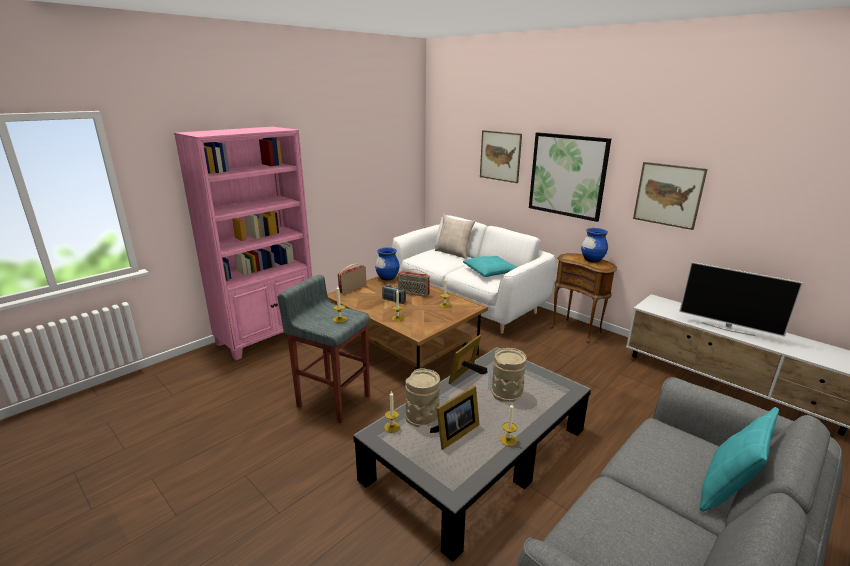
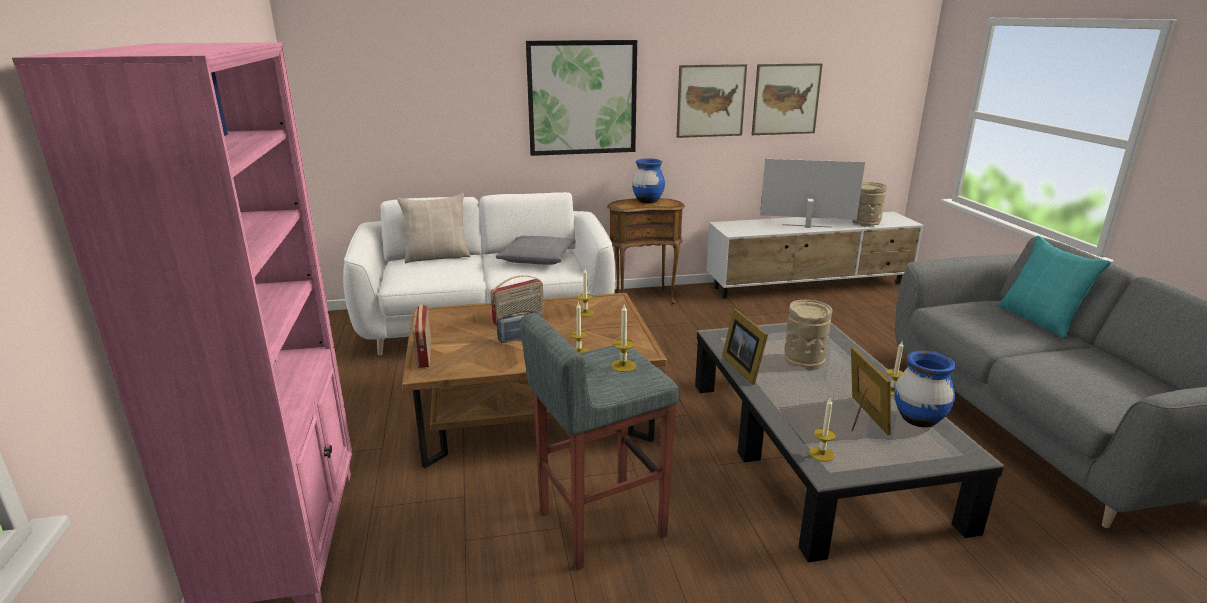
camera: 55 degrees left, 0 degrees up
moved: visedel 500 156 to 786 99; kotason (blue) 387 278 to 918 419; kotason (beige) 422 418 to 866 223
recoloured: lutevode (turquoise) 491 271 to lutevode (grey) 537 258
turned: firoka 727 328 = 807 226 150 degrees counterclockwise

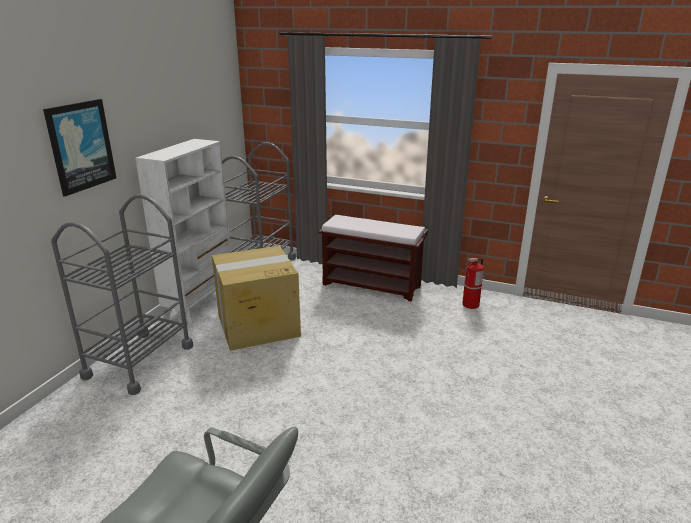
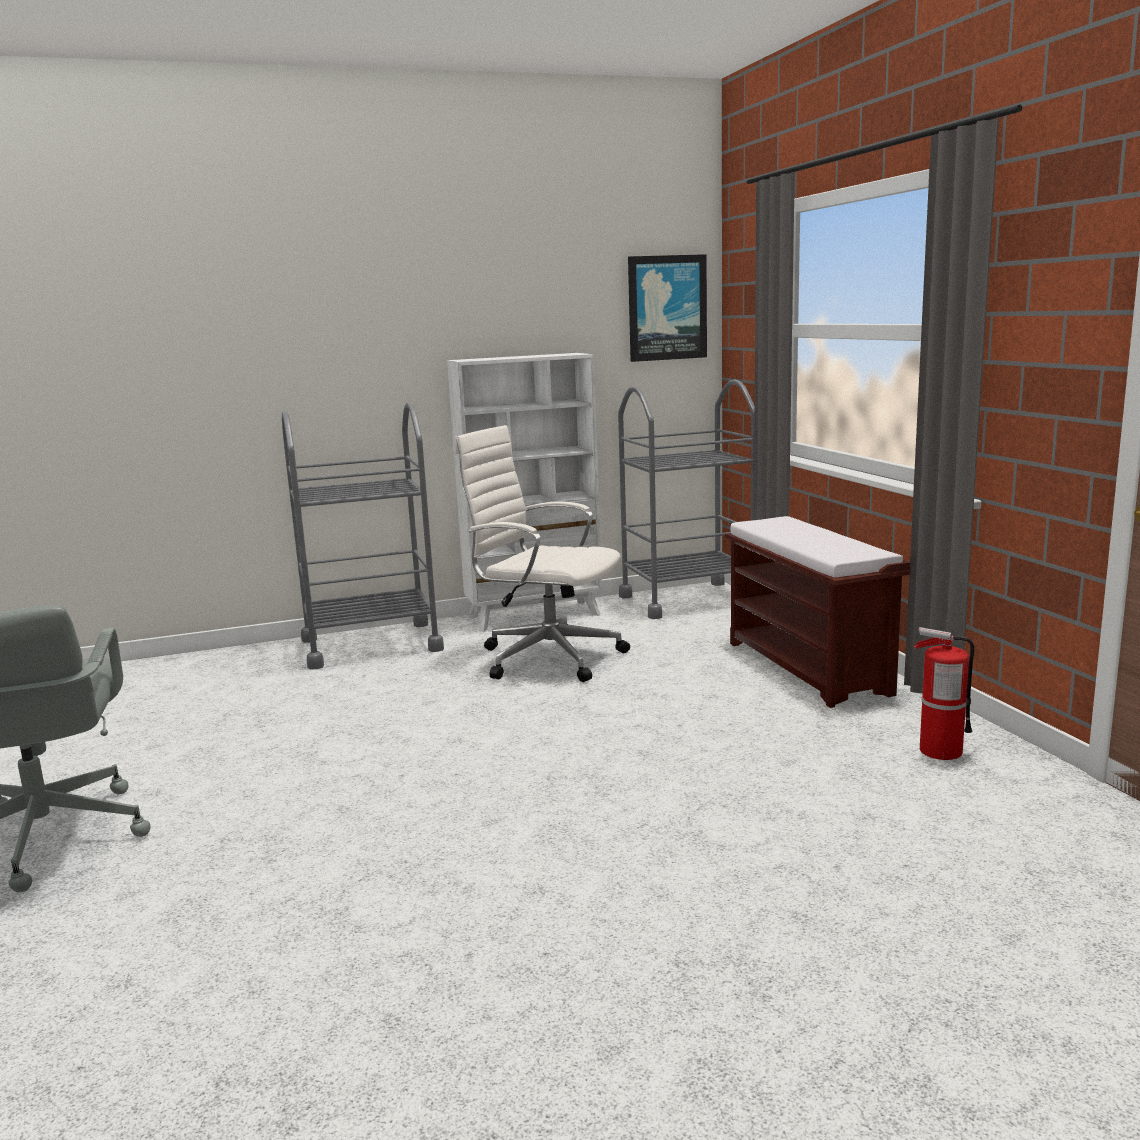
camera: 50 degrees right, 10 degrees down
moved: visedel 81 146 to 667 308
replaced: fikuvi 257 325 to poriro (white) 547 657

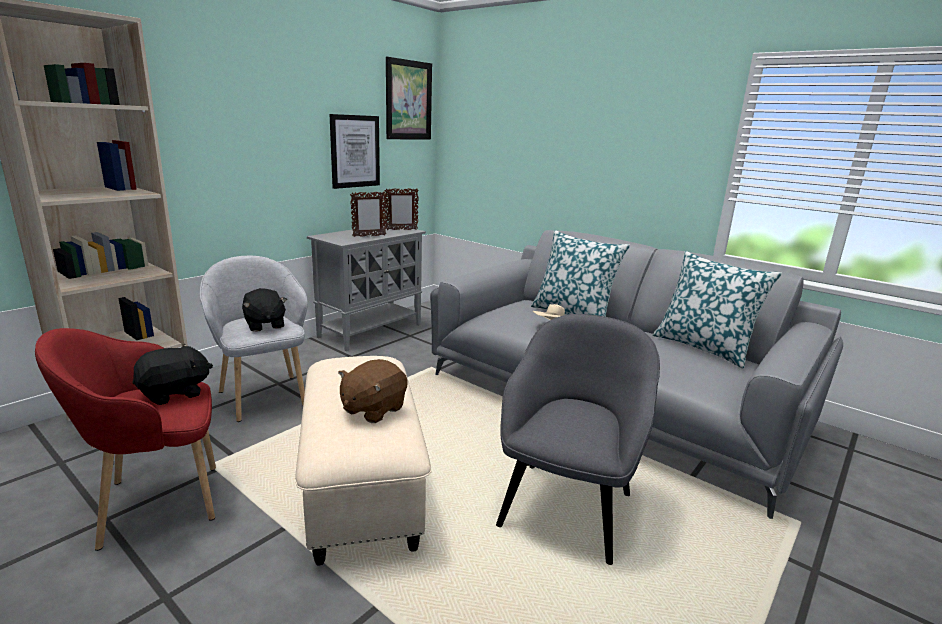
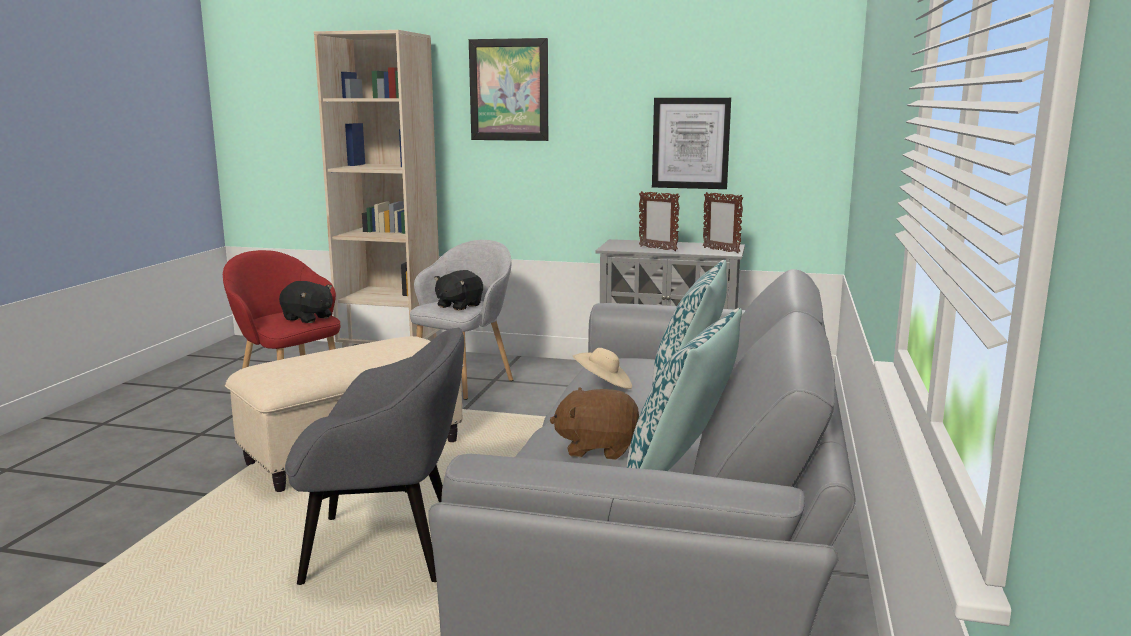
camera: 65 degrees right, 5 degrees down
moved: visedel 408 100 to 509 90; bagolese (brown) 373 409 to 597 448

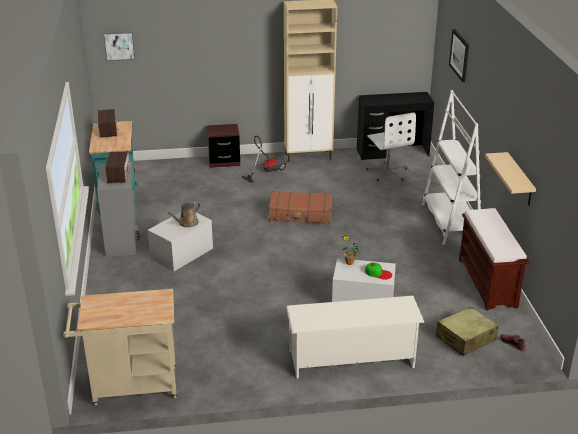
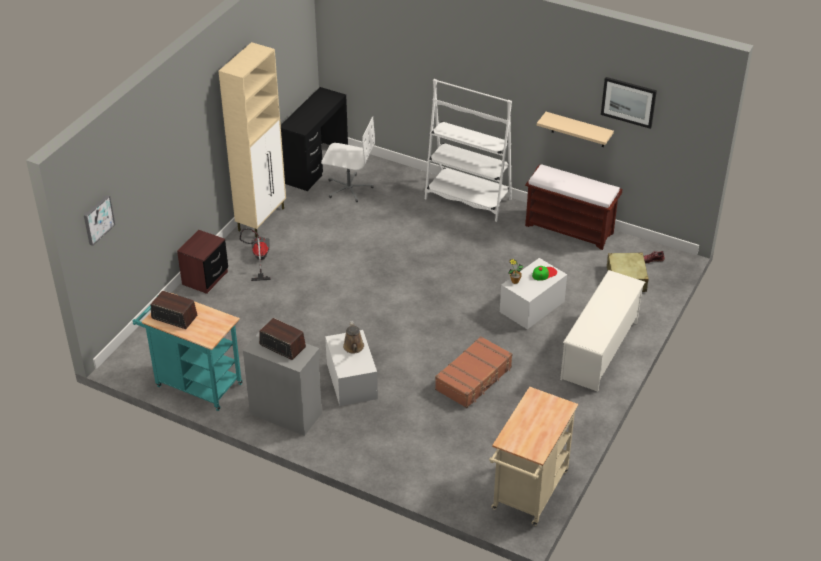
camera: 55 degrees left, 10 degrees up
moved: visedel 459 55 to 628 102; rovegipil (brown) 300 214 to 474 379

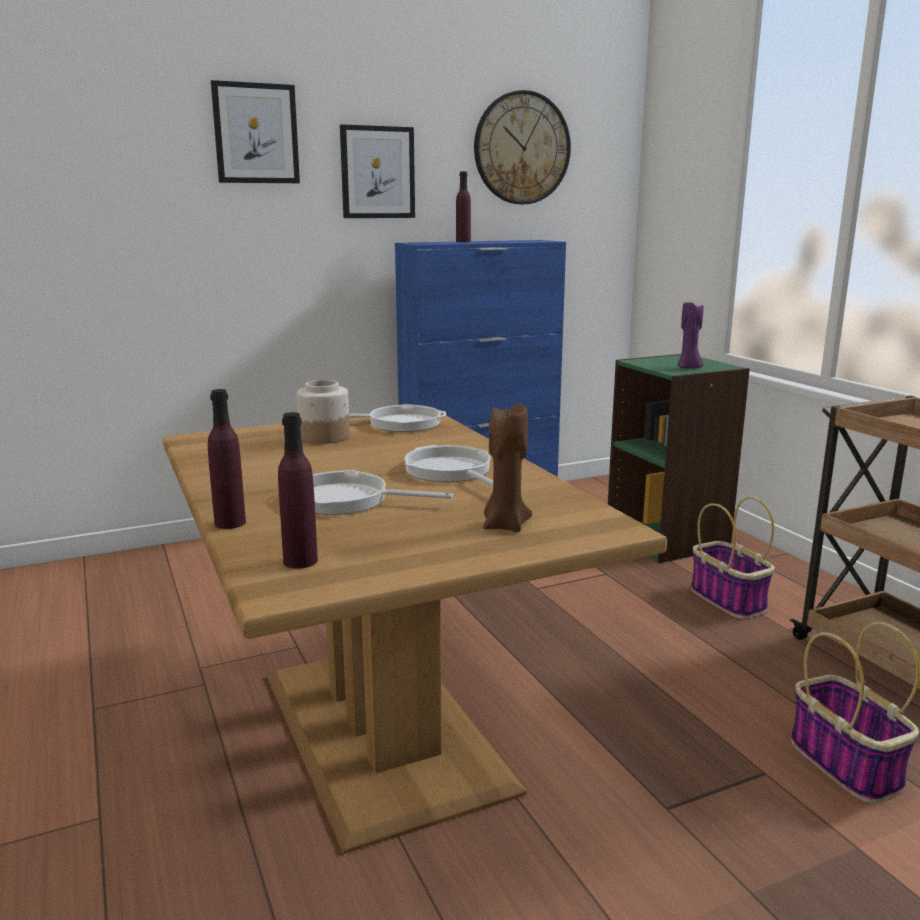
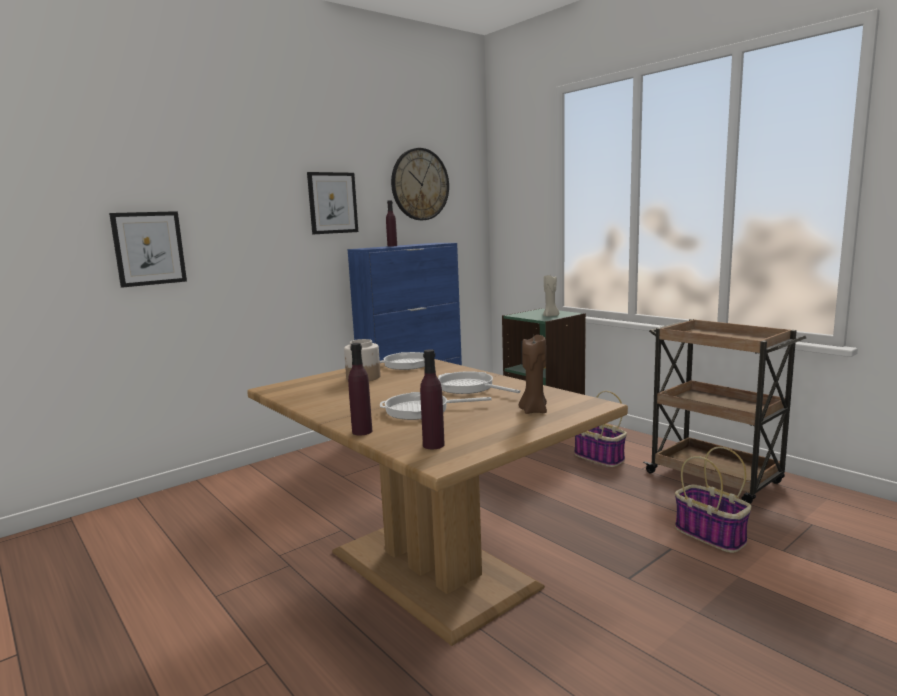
camera: 15 degrees left, 5 degrees down
moved: visedel 256 133 to 149 248
recoloured: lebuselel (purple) 689 368 to lebuselel (beige) 550 316

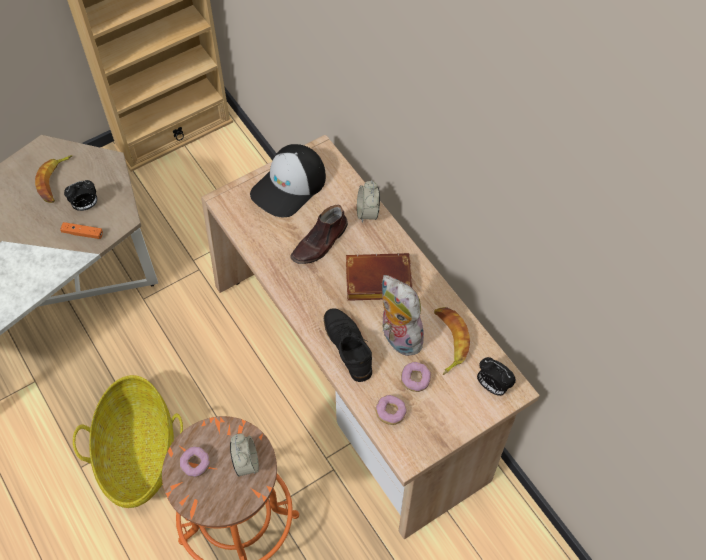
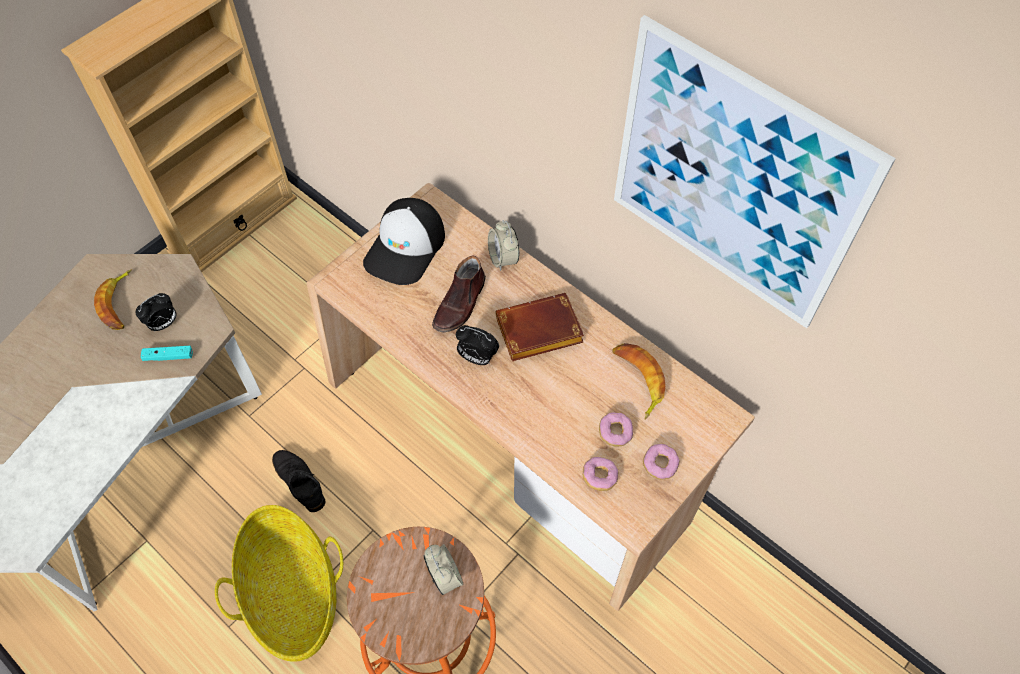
camera: 15 degrees left, 0 degrees up
removed: bagolese 398 336
added: visedel 732 181
moved: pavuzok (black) 348 346 to 299 481; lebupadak 492 386 to 477 357; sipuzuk 195 464 to 660 465
recoloured: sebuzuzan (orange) 82 233 to sebuzuzan (turquoise) 168 356

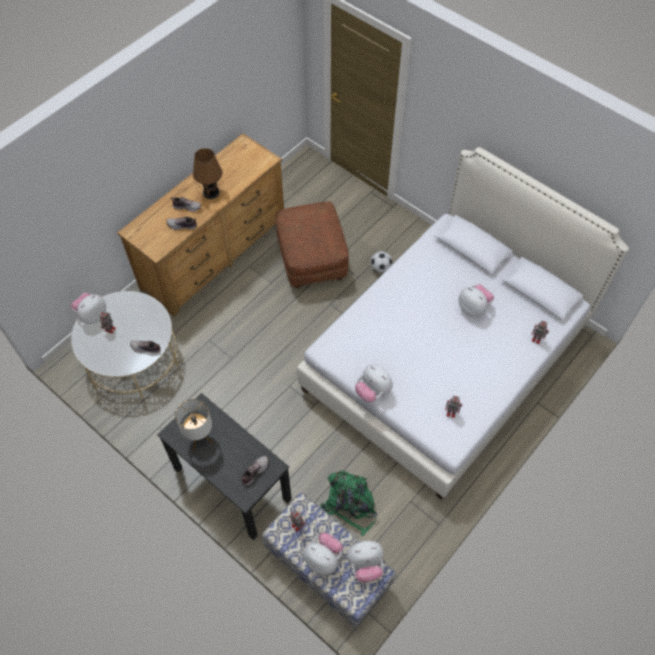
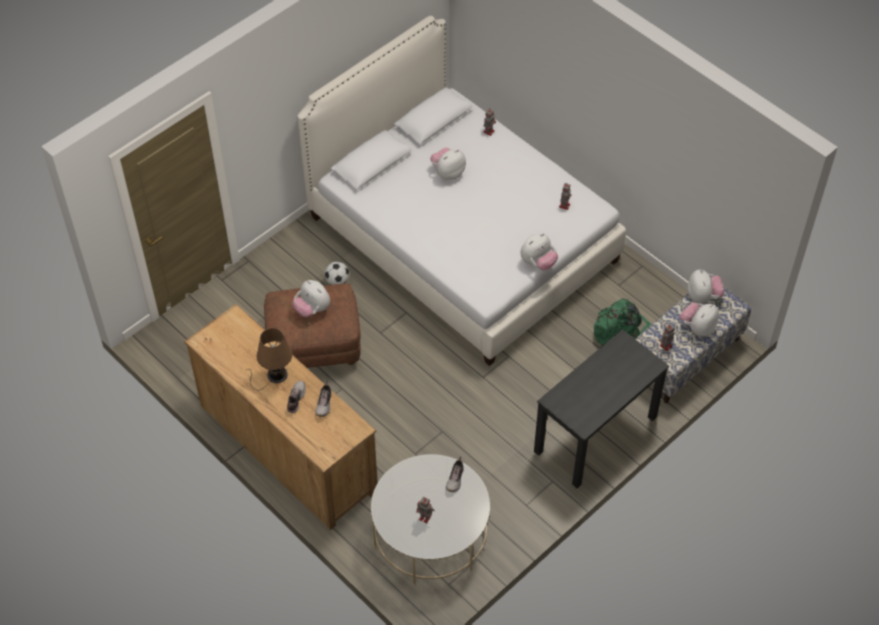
camera: 85 degrees left, 5 degrees down
removed: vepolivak 200 437; pavuzok 254 471
moved: bagolese 92 315 to 312 309

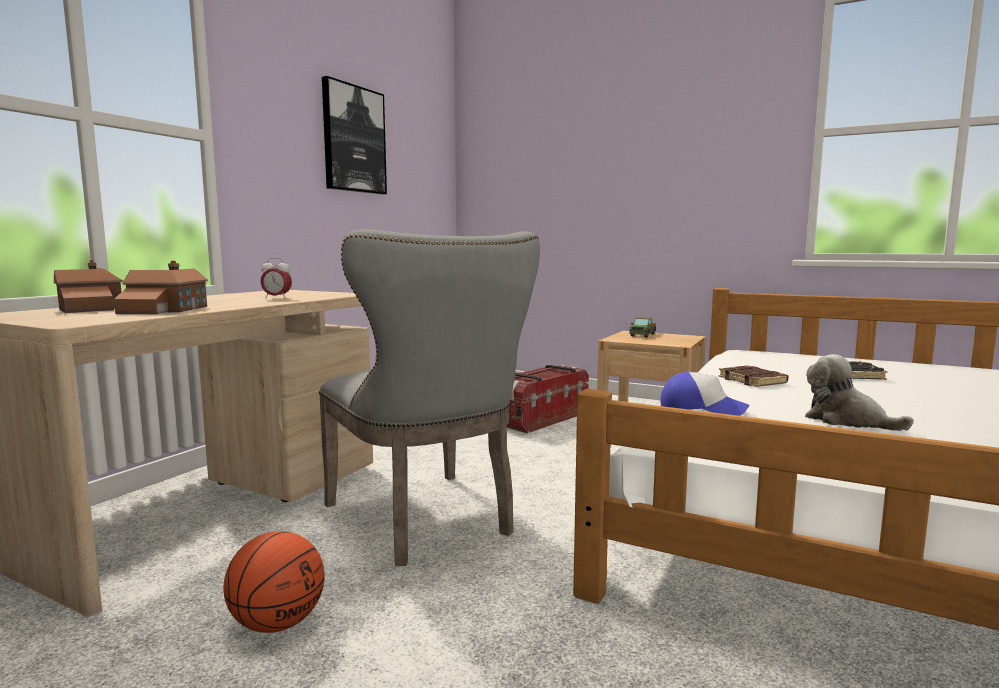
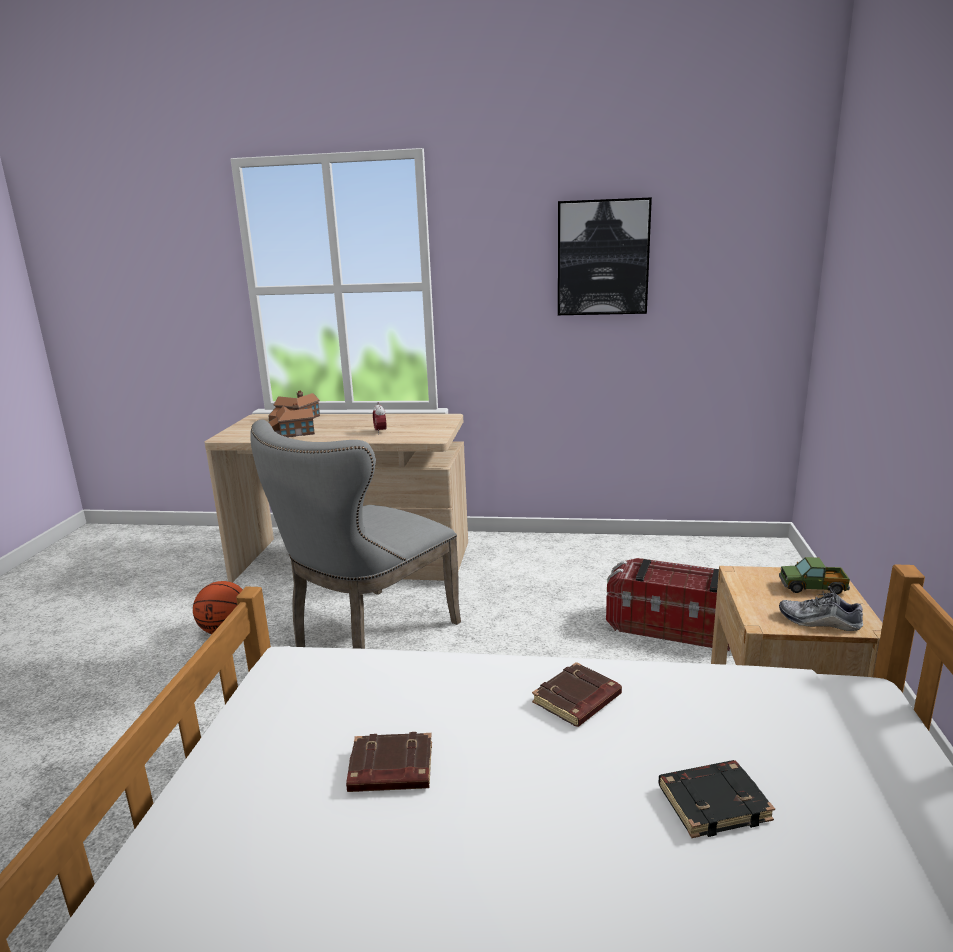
camera: 70 degrees right, 10 degrees up
removed: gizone 702 409
added: pavuzok 819 621
replaced: bagolese 847 421 to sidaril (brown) 390 770

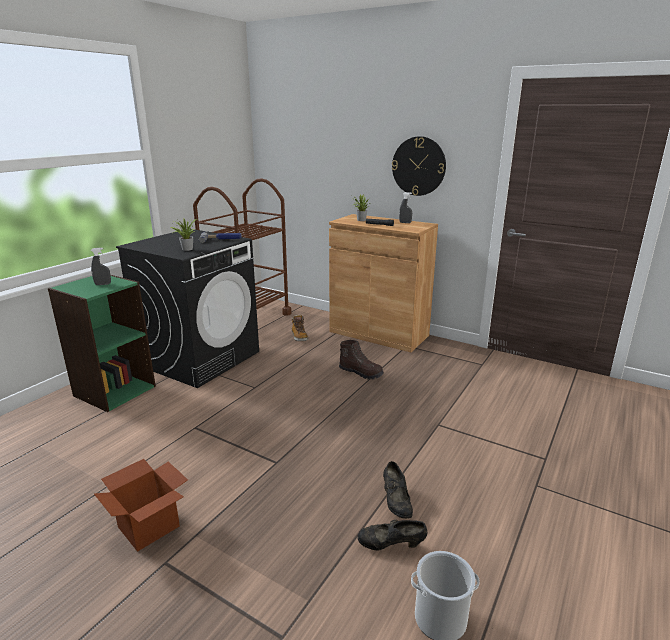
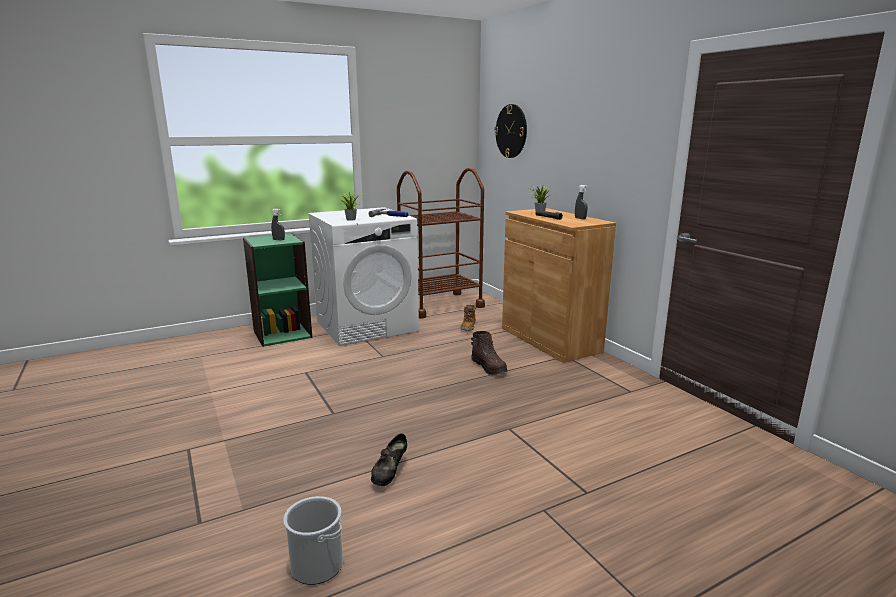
camera: 30 degrees right, 5 degrees down
removed: fikuvi 149 527; pavuzok (black) 391 545
moved: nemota 418 166 to 511 131
recoloured: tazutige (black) 200 358 to tazutige (white) 367 326

